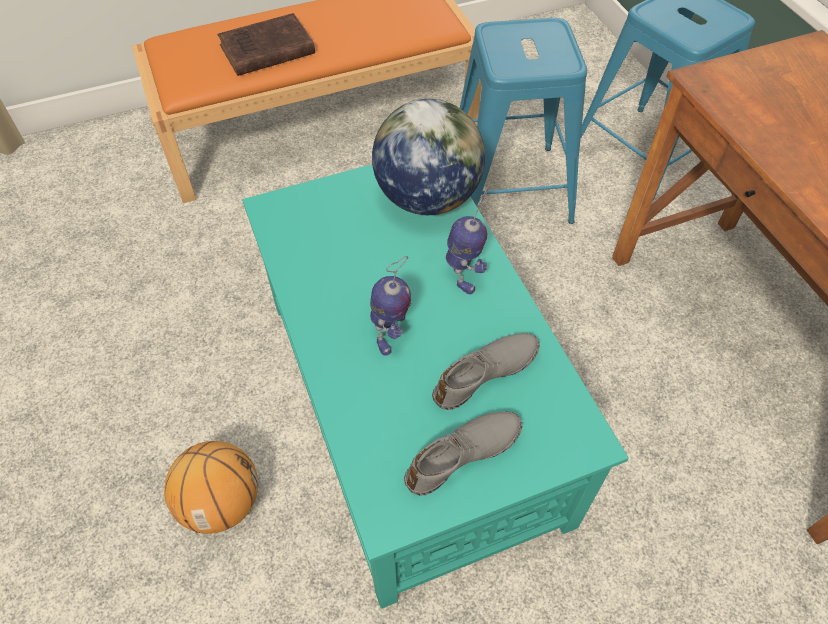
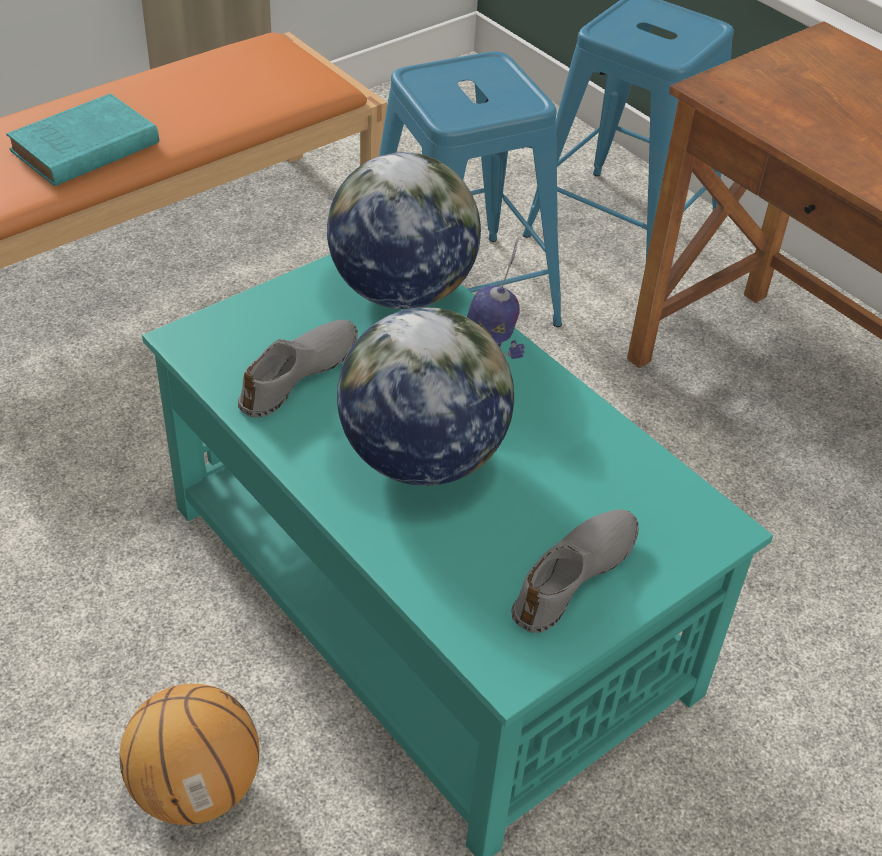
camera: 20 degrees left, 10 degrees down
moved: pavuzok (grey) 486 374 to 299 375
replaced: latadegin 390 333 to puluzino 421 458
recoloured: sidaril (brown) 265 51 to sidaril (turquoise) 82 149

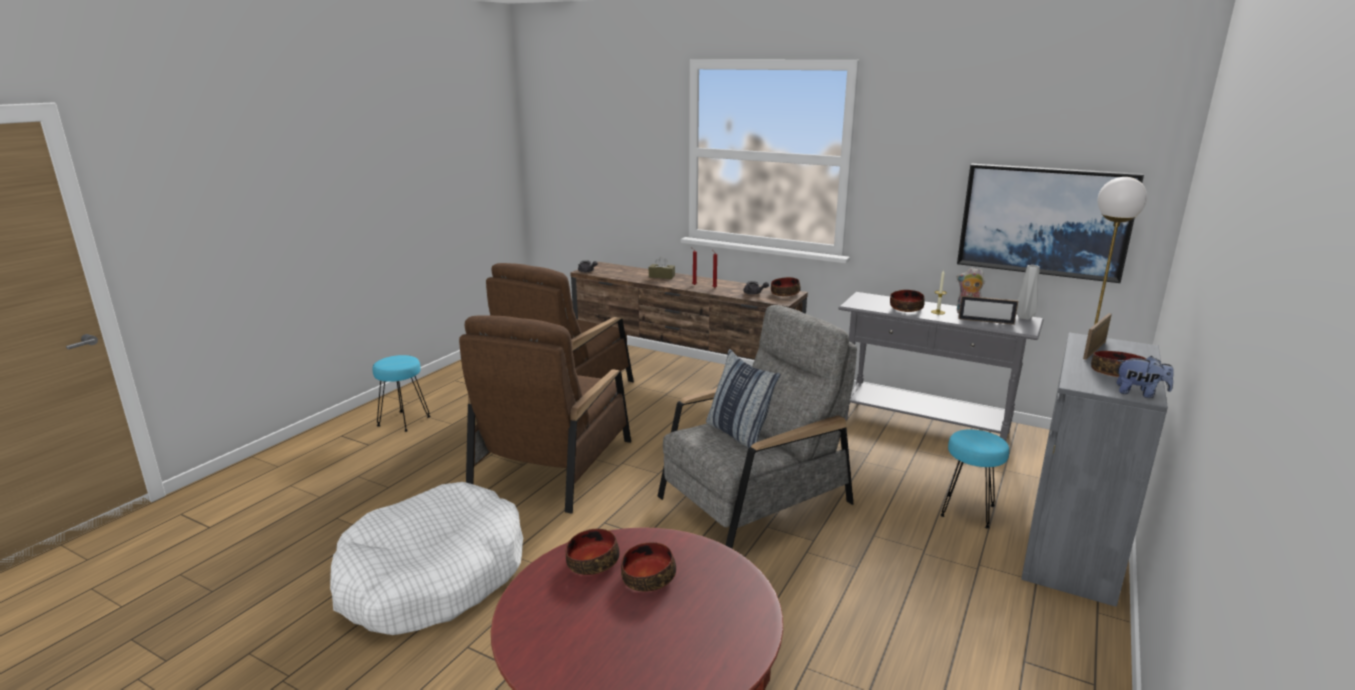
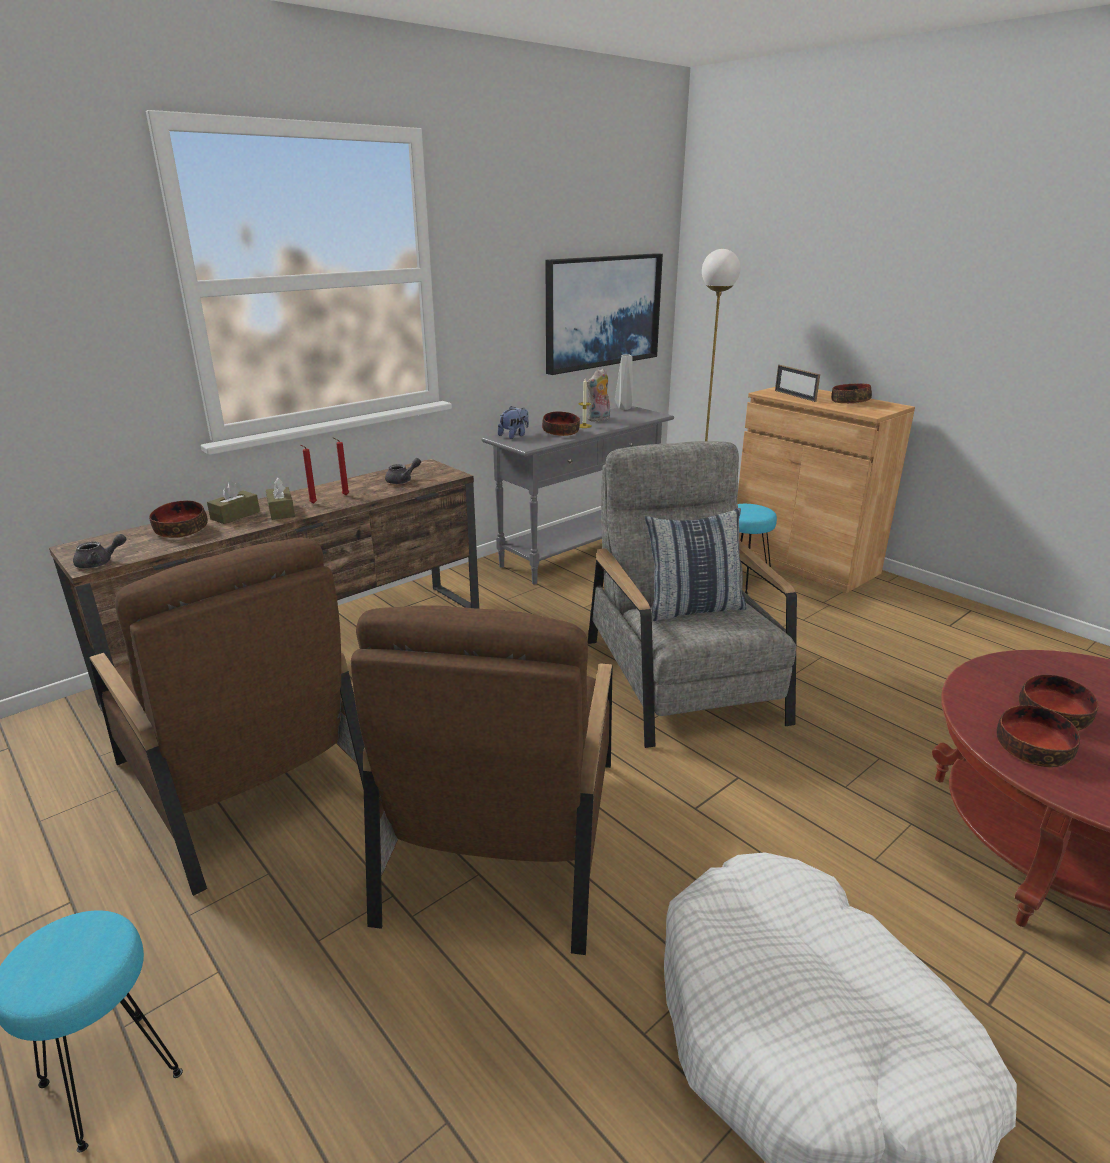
camera: 70 degrees left, 5 degrees up
removed: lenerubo 986 321
added: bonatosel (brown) 281 511
moved: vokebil 784 293 to 181 530; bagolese 1139 393 to 514 435
recoloured: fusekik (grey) 1071 547 to fusekik (brown) 804 562
turned: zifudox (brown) 553 465 = 503 835 60 degrees clockwise

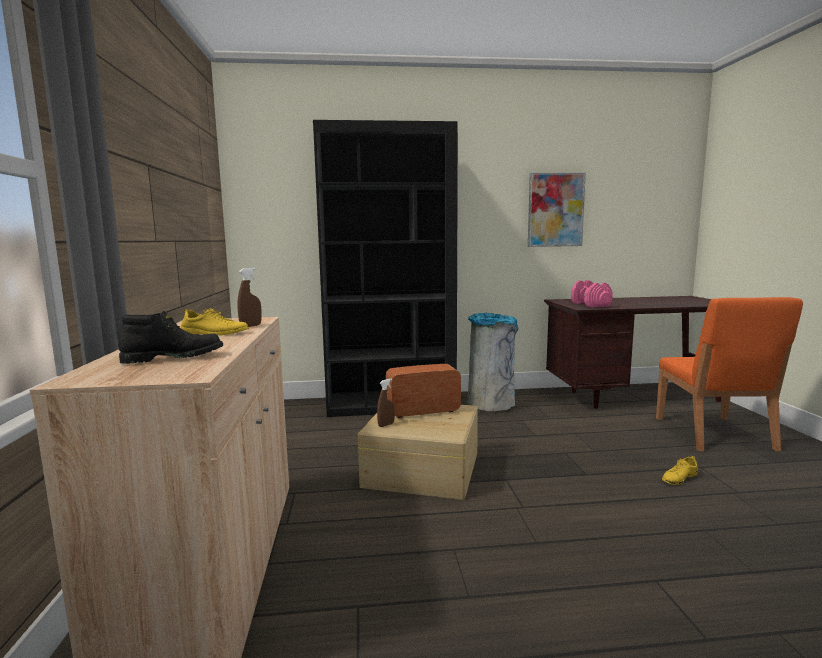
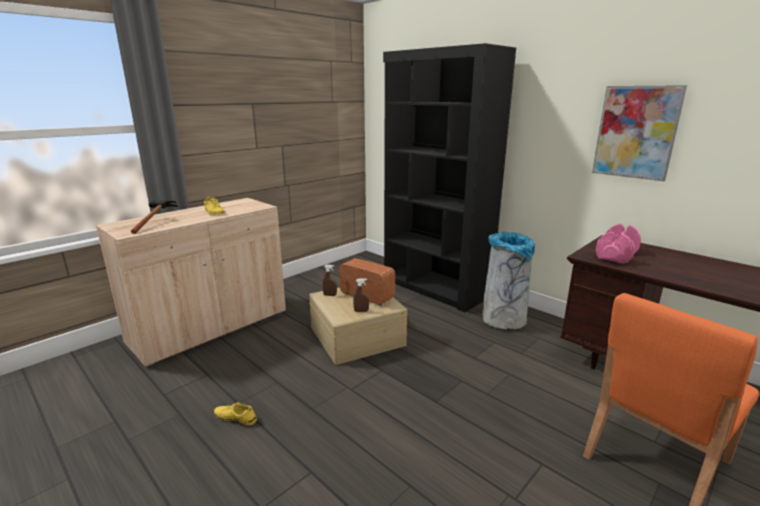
camera: 50 degrees right, 10 degrees up
moved: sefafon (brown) 251 326 to 361 311; pavuzok (yellow) 679 478 to 235 417
replaced: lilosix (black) 174 358 to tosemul 155 223

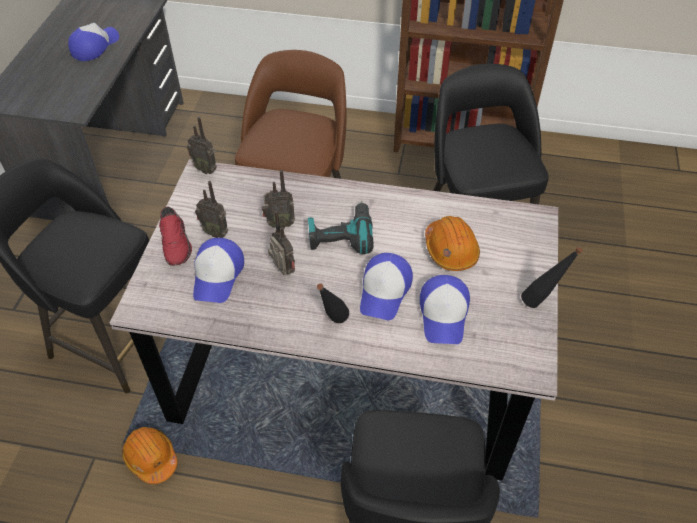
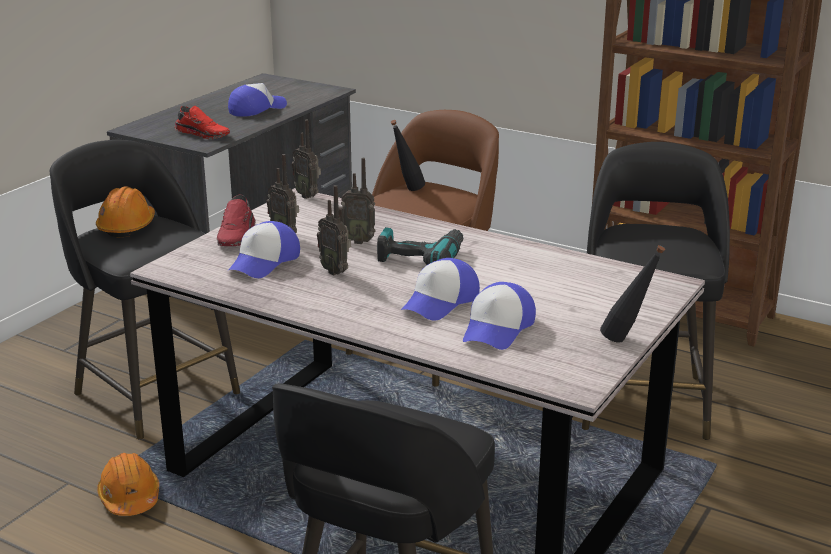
camera: 20 degrees right, 25 degrees down
added: pavuzok (red) 203 134
moved: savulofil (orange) 450 250 to 127 226; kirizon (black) 332 324 to 407 190
turned: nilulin 283 272 = 335 271 150 degrees clockwise

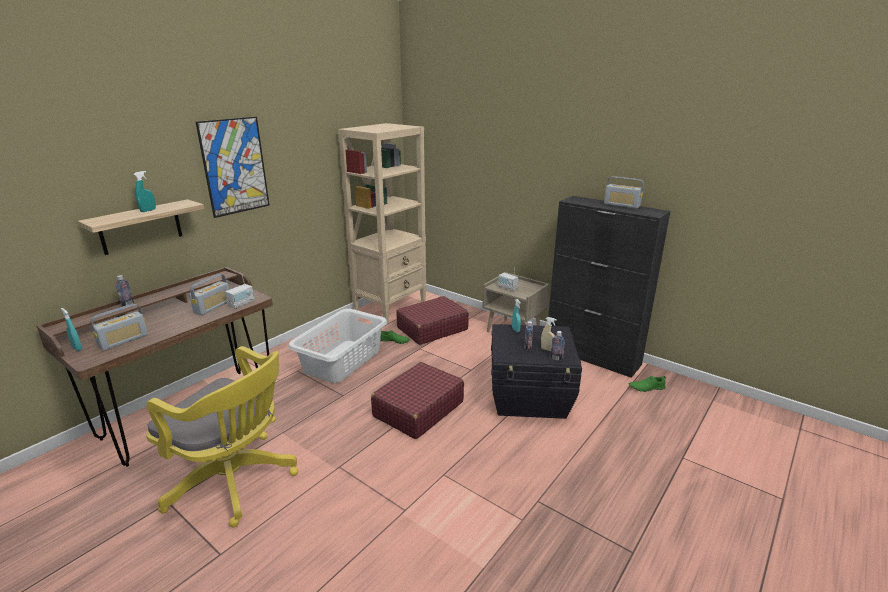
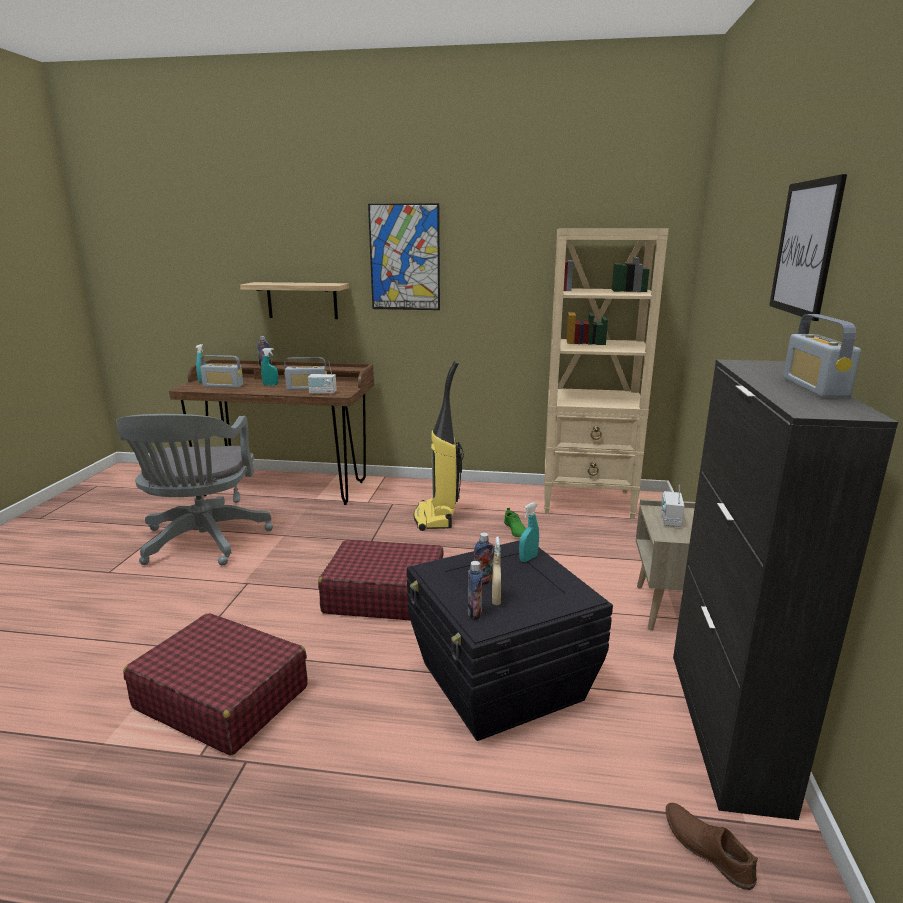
camera: 60 degrees right, 5 degrees down
added: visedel 805 248
moved: sefafon (turquoise) 148 210 to 270 385; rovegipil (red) 432 328 to 222 697
replaced: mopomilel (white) 343 361 to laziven 436 518
recoloured: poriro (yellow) 236 481 to poriro (grey) 202 543; pavuzok (green) 646 388 to pavuzok (brown) 707 849

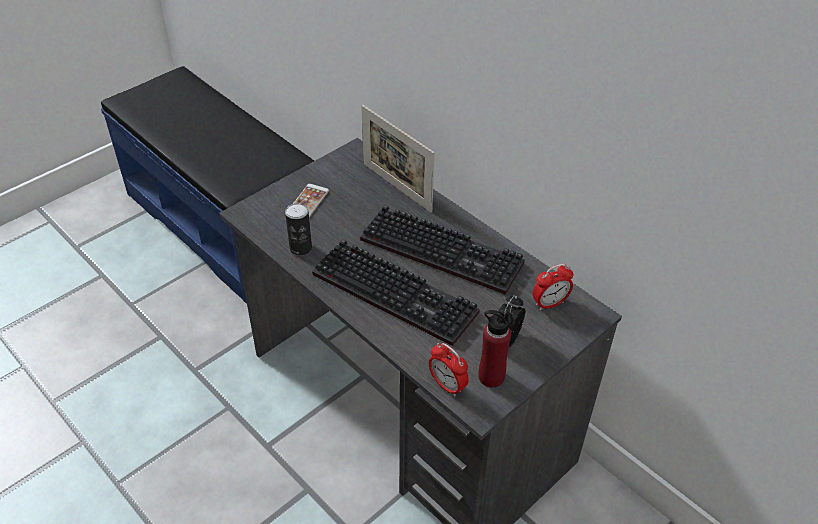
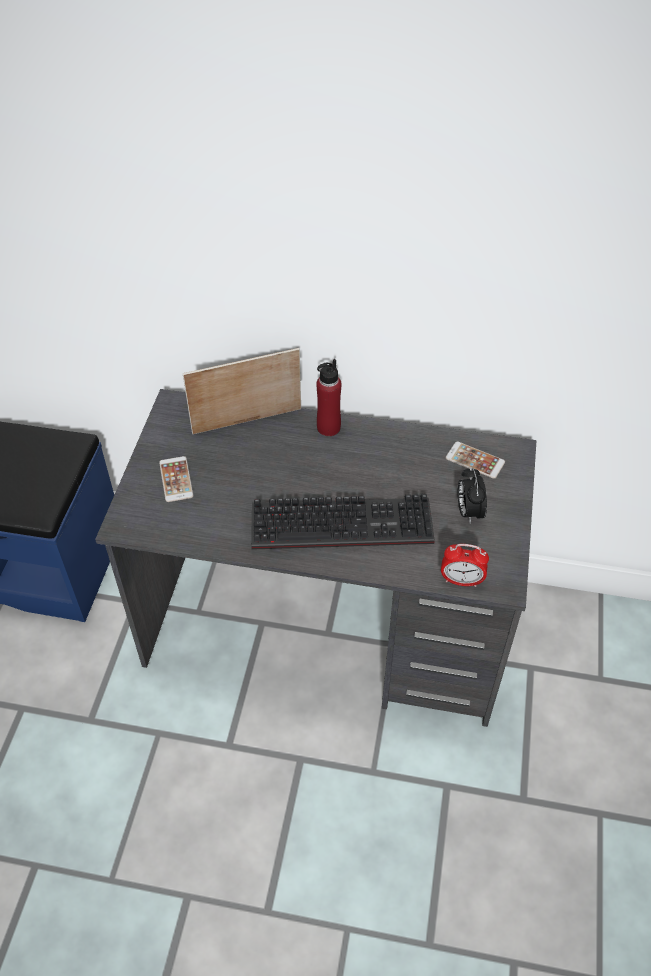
camera: 35 degrees left, 5 degrees up
removed: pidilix 300 248; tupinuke 445 250
moved: kirizon (red) 491 376 to 328 427
replaced: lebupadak 549 303 to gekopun 475 460
turned: lenerubo 396 187 = 247 421 150 degrees clockwise

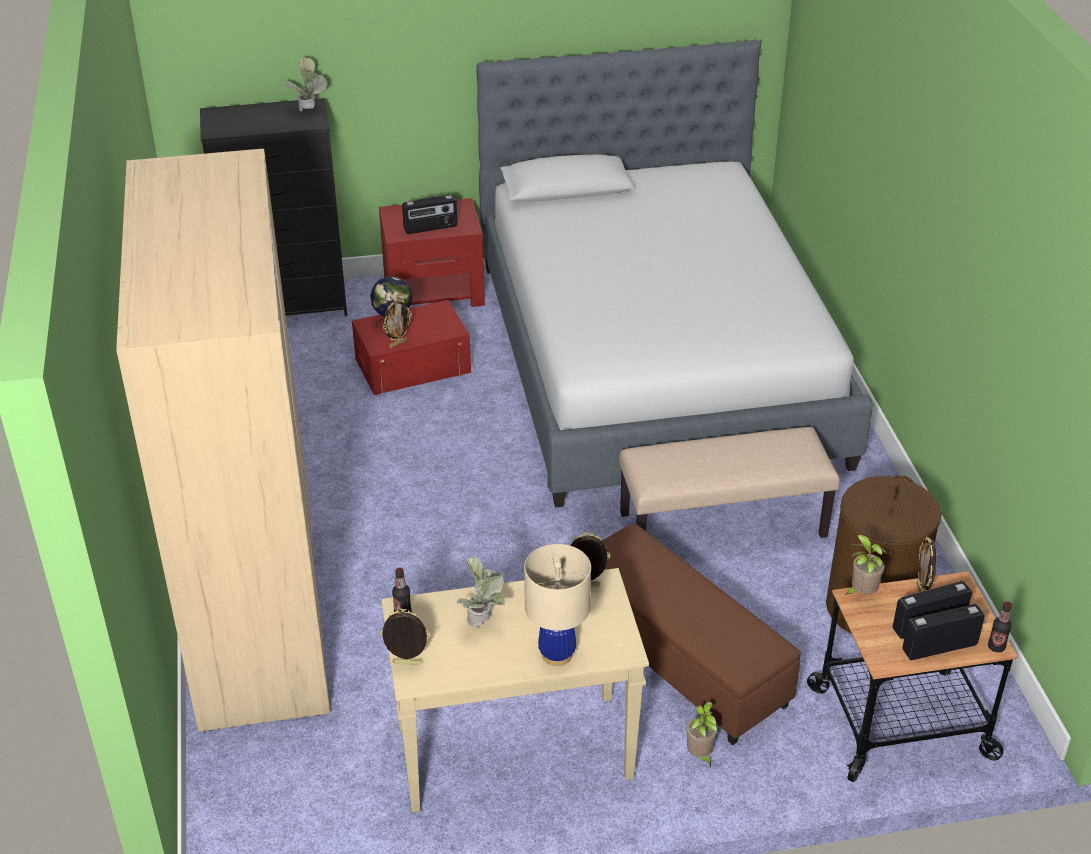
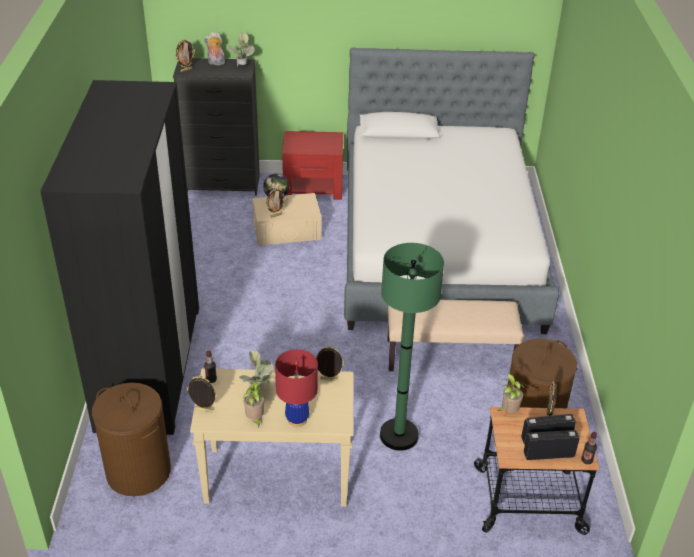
camera: 10 degrees right, 0 degrees up
removed: nilulin 430 228
added: bagolese 215 63; lenerubo 186 70; mopomilel (brown) 138 471
moved: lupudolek 700 756 to 255 419
replaced: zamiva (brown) 681 658 to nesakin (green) 399 435
recoloured: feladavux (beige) 258 611 to feladavux (black) 150 366; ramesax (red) 413 365 to ramesax (beige) 287 230; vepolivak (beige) 557 654 to vepolivak (red) 297 419

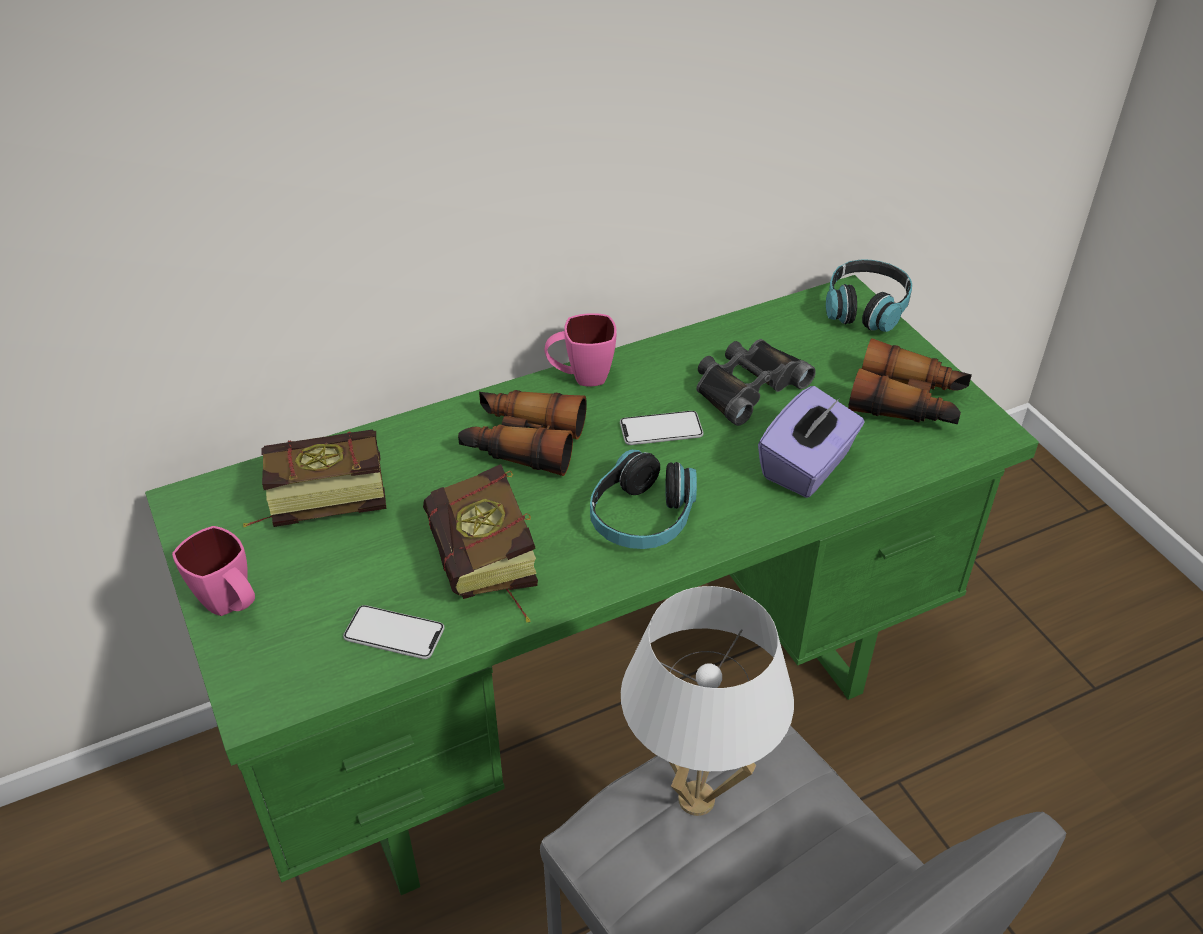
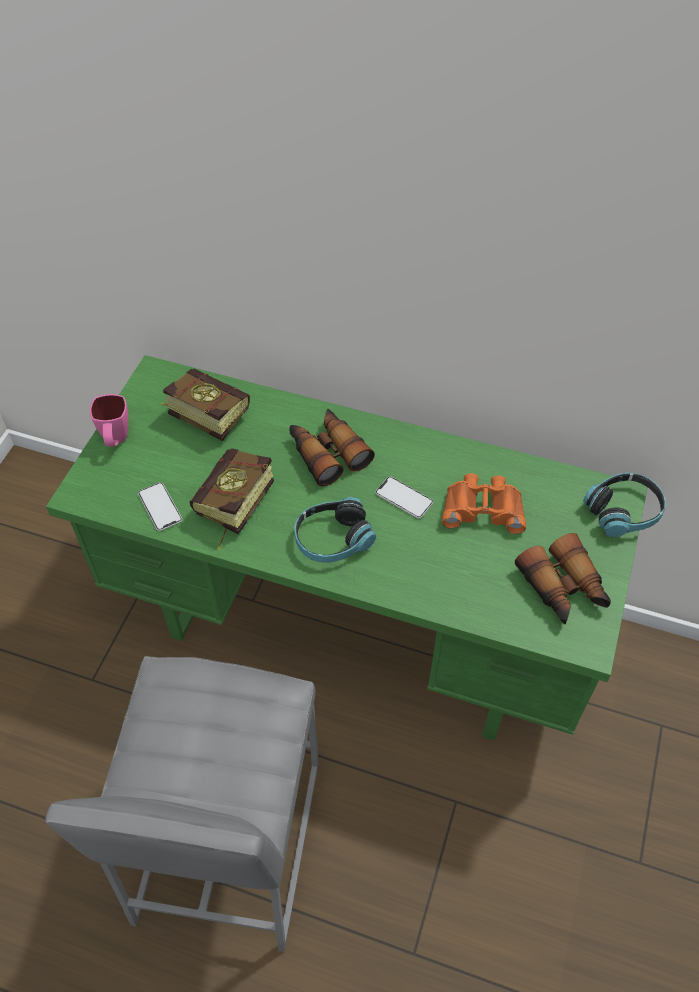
camera: 45 degrees right, 10 degrees up
removed: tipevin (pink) 580 377; bonatosel (purple) 807 466; vepolivak (white) 695 798
recoloured: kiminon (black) 747 386 to kiminon (orange) 483 508

